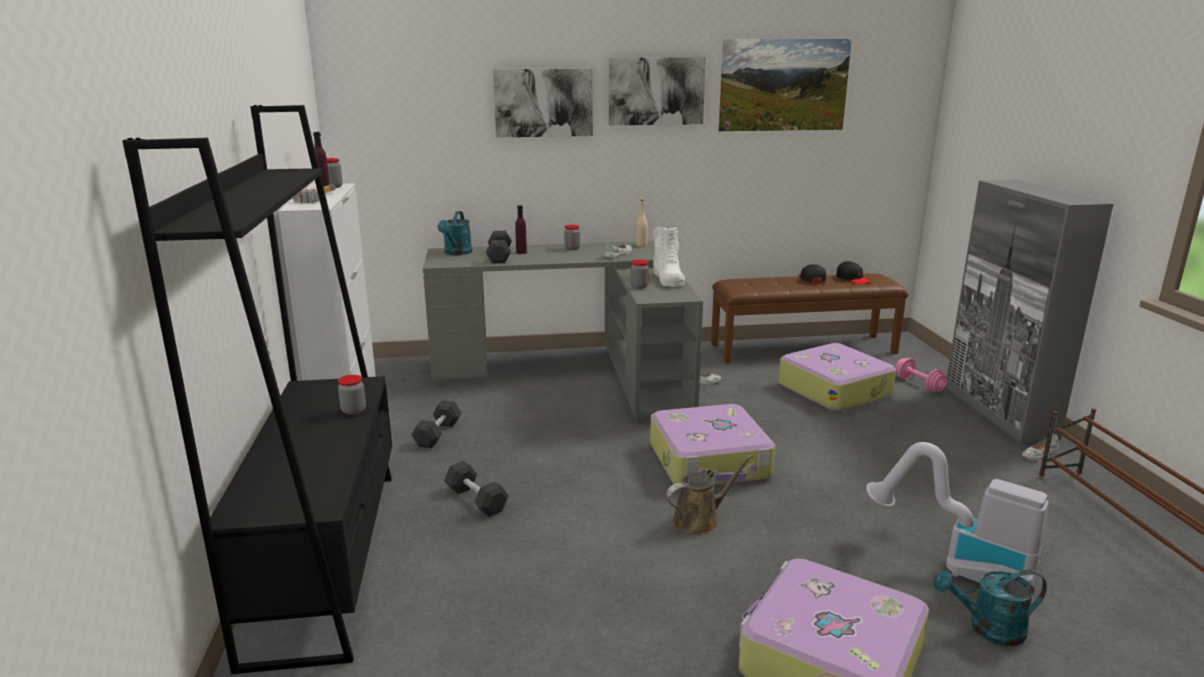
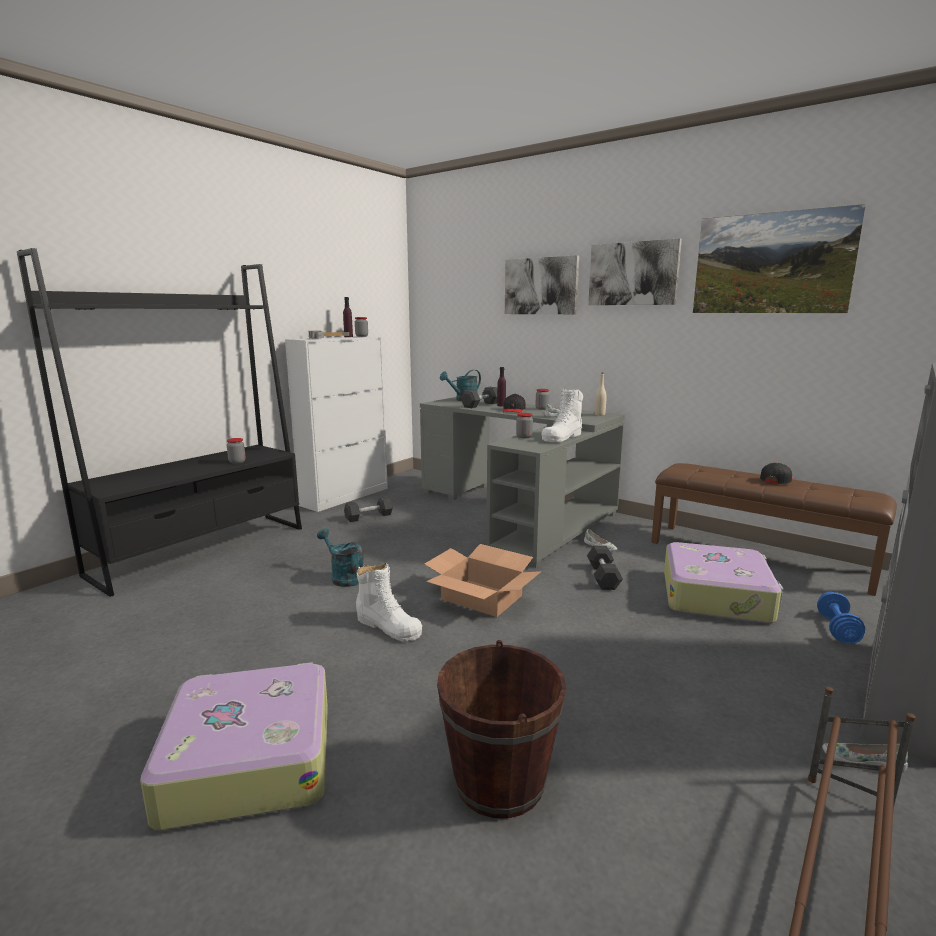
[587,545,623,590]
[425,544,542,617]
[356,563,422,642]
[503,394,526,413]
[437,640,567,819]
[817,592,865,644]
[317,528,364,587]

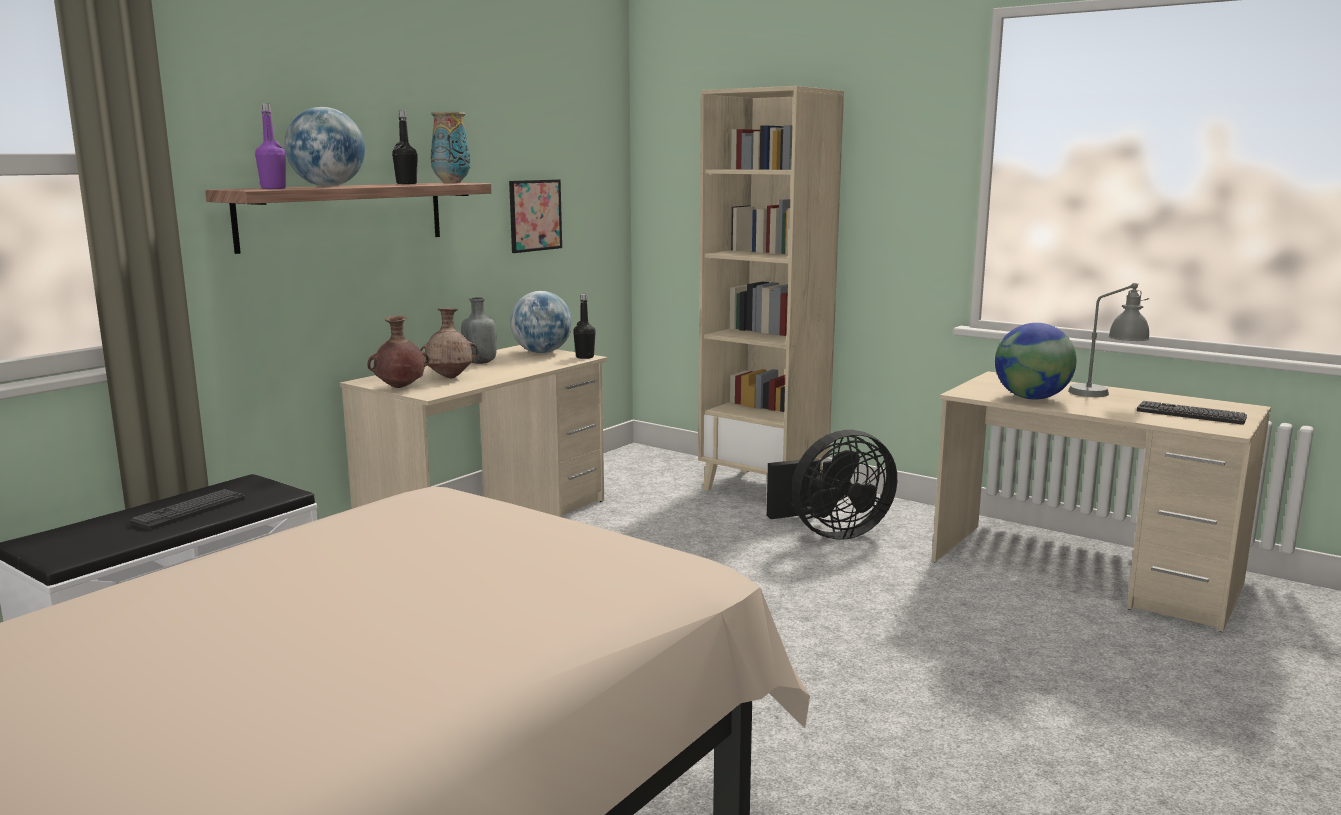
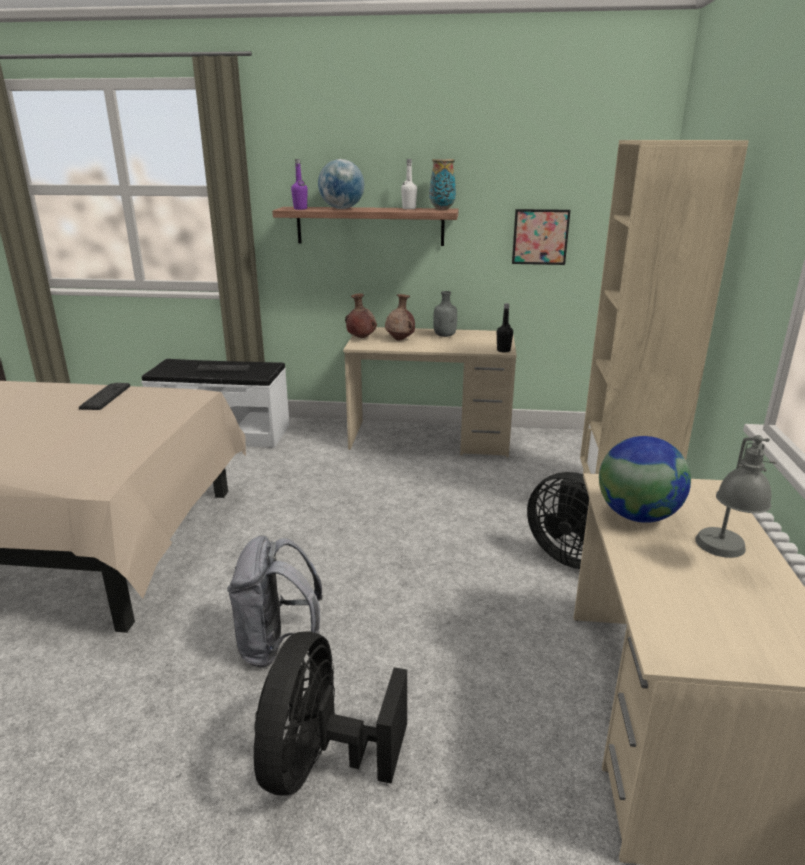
[401,159,417,209]
[510,291,572,353] (first image)
[79,383,130,410]
[227,535,323,668]
[254,631,407,796]

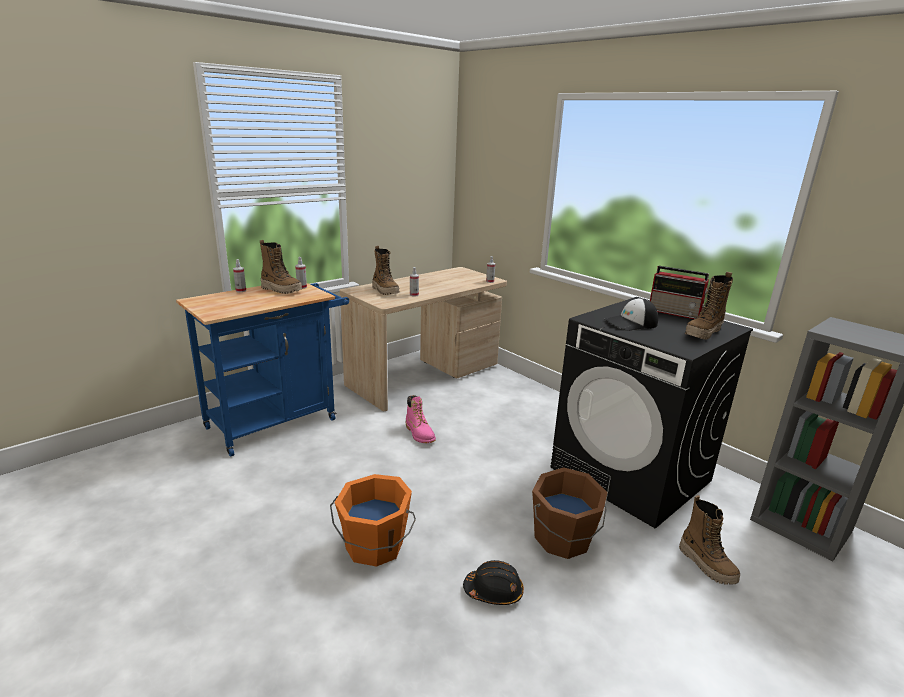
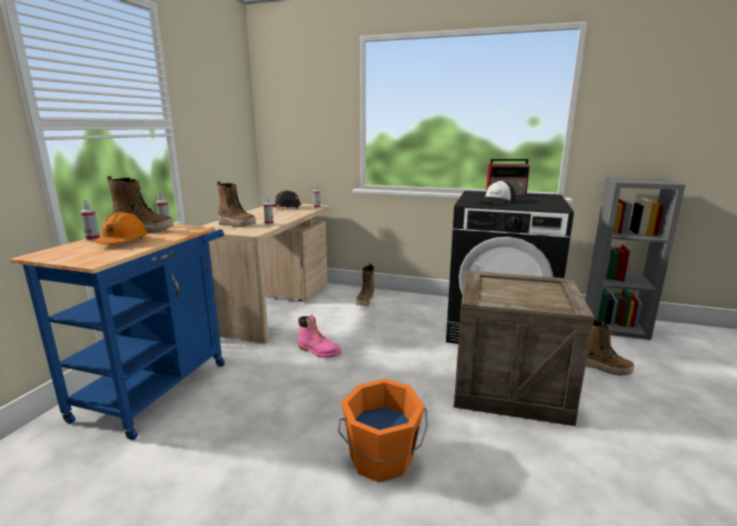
[272,191,302,208]
[453,270,594,426]
[356,263,374,306]
[96,212,148,244]

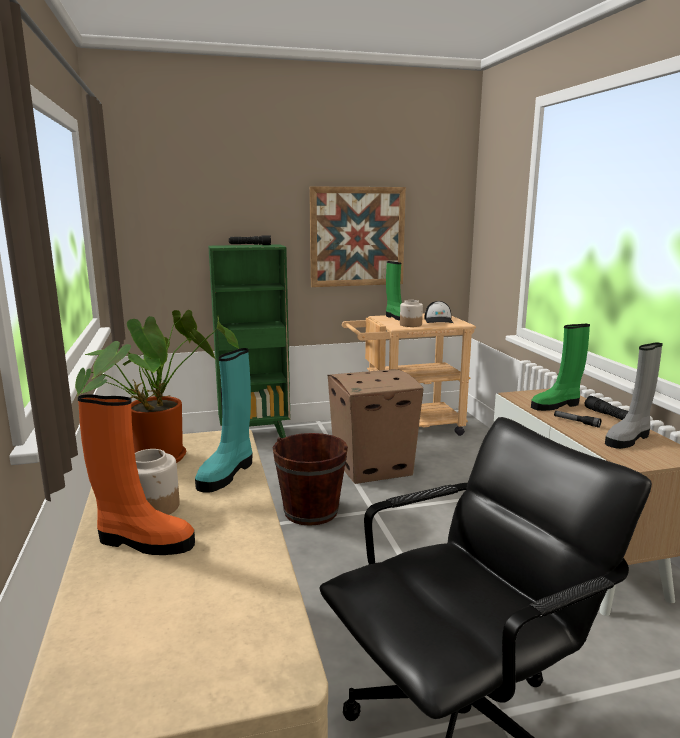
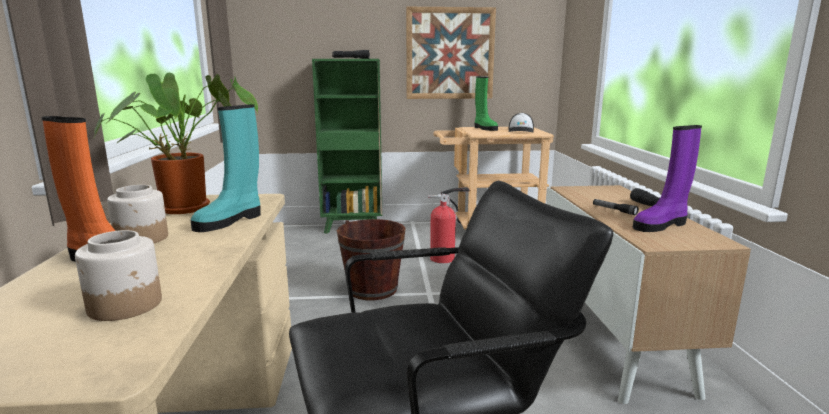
[428,187,470,263]
[75,230,162,321]
[531,324,590,411] (first image)
[633,125,702,232]

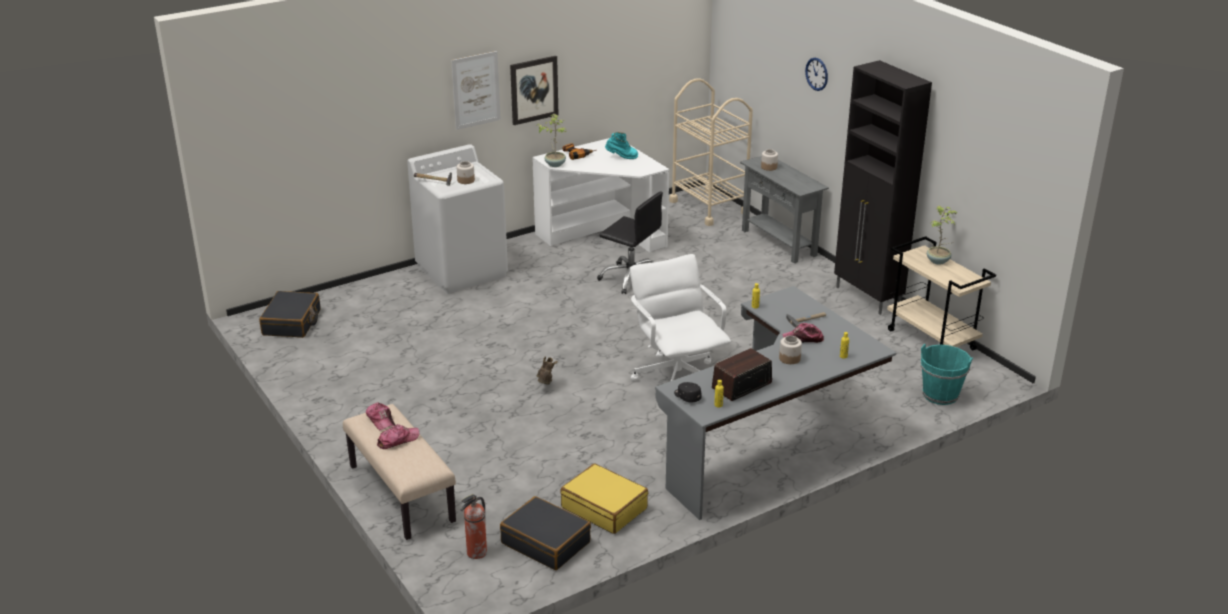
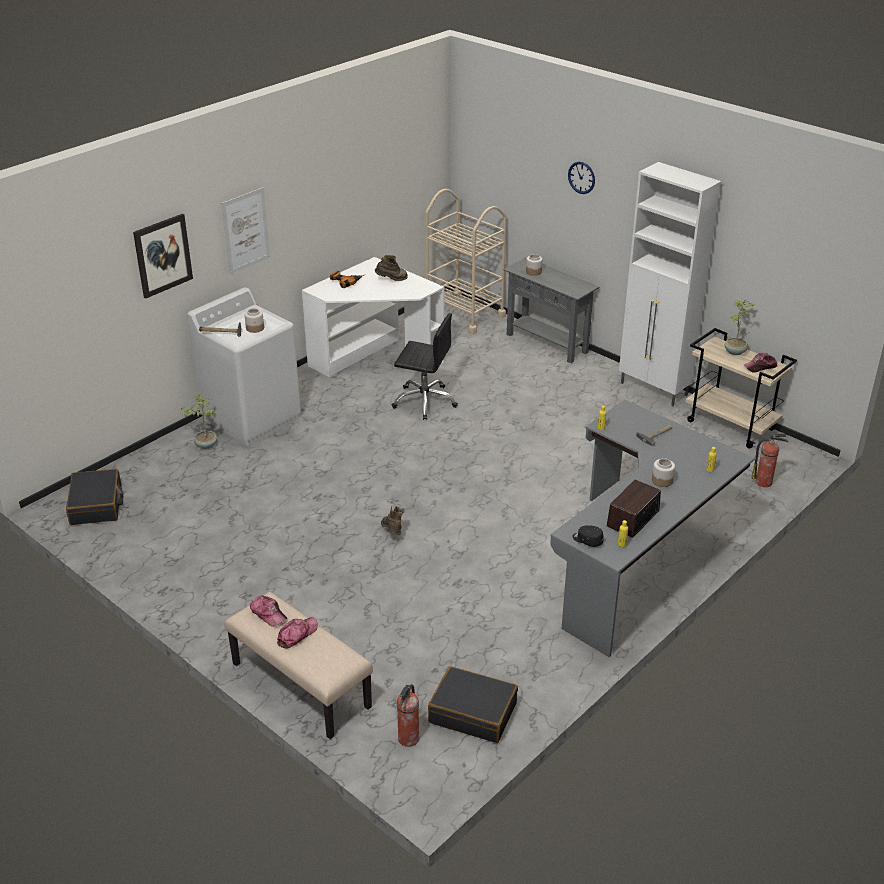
[133,214,193,299]
[181,394,217,449]
[560,464,648,534] (first image)
[375,255,408,281]
[630,254,731,381] (first image)
[744,353,777,373]
[619,162,721,406]
[752,434,788,487]

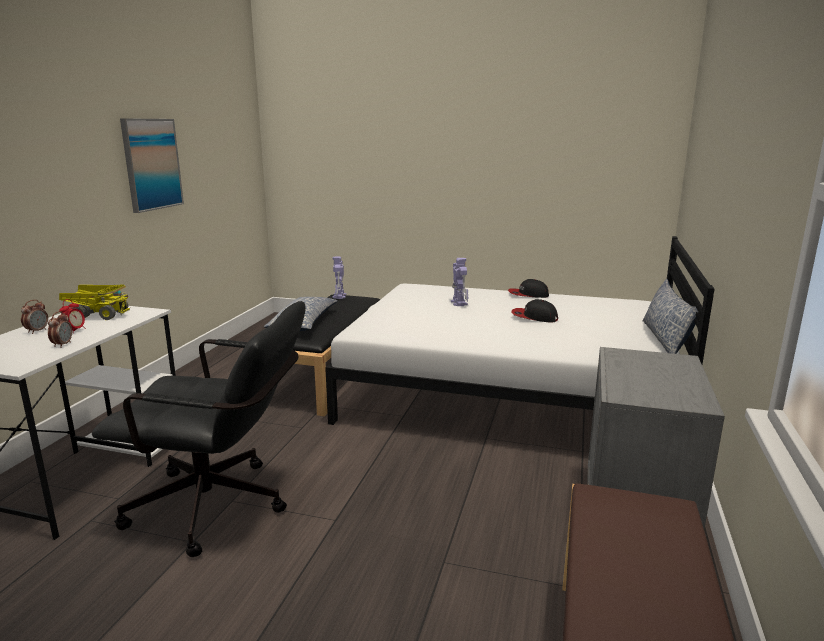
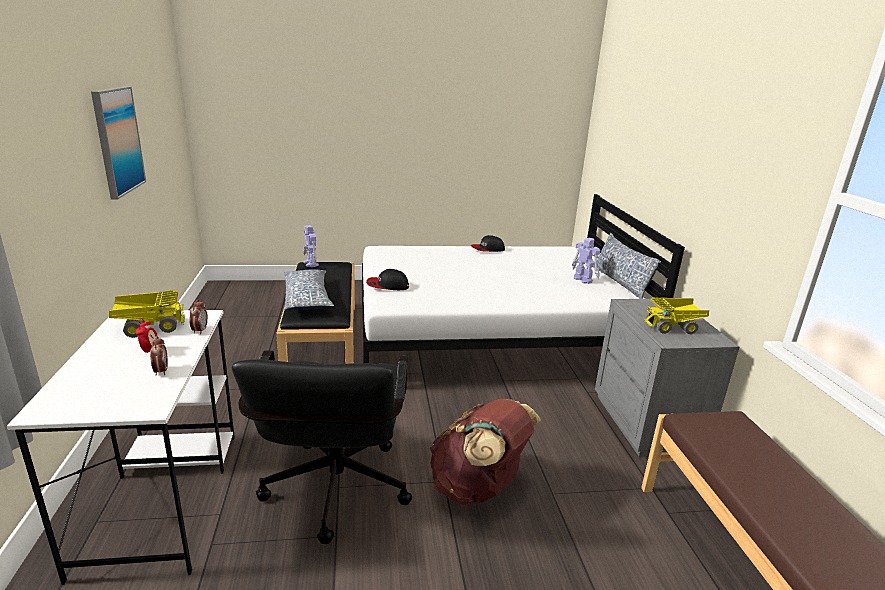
[189,299,208,334]
[232,350,412,544]
[572,238,600,284]
[366,269,409,290]
[430,399,541,504]
[644,297,709,335]

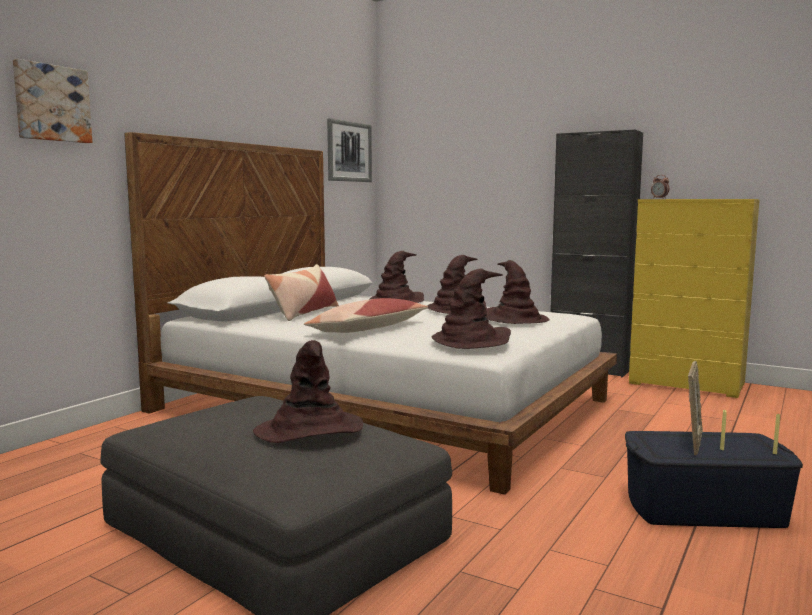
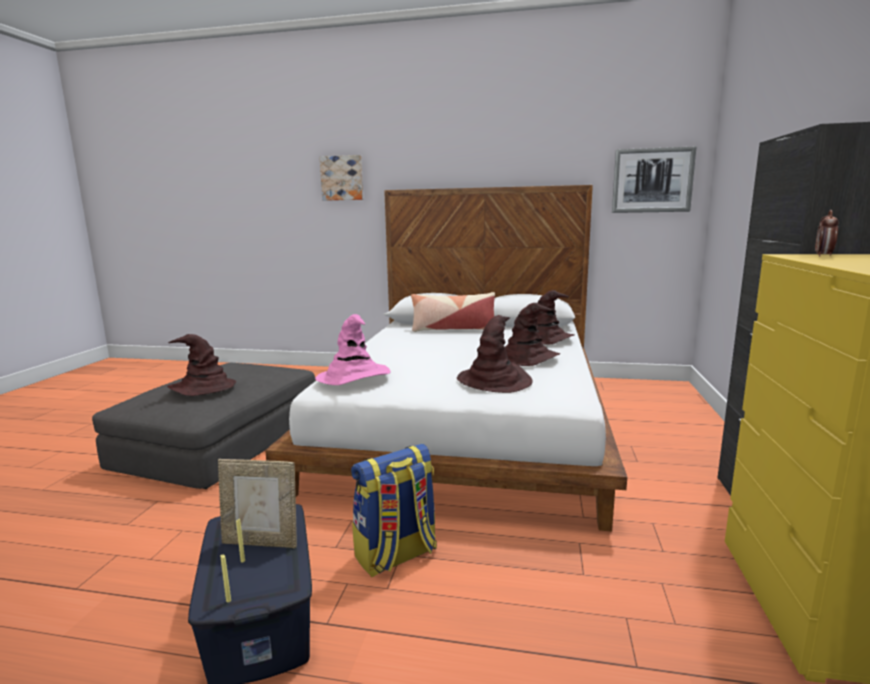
[304,298,428,333] (first image)
[315,314,390,385]
[351,444,437,577]

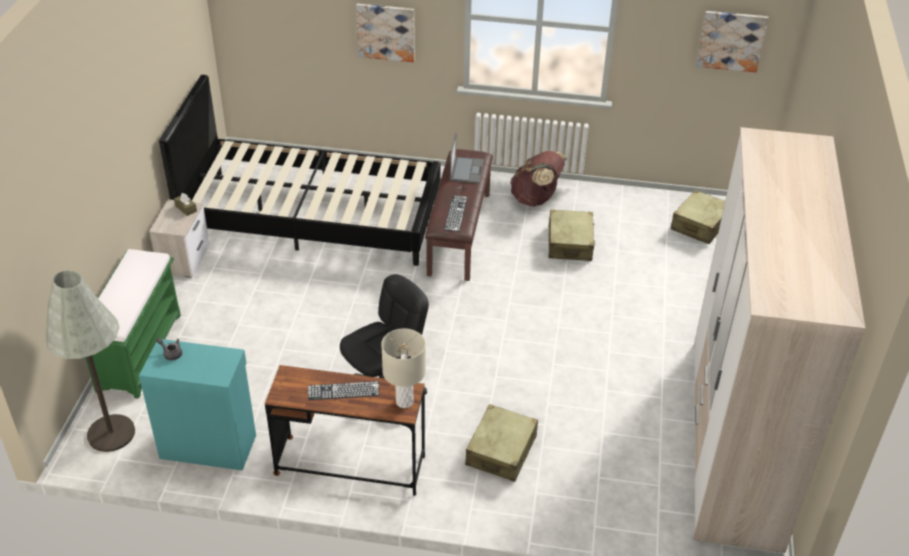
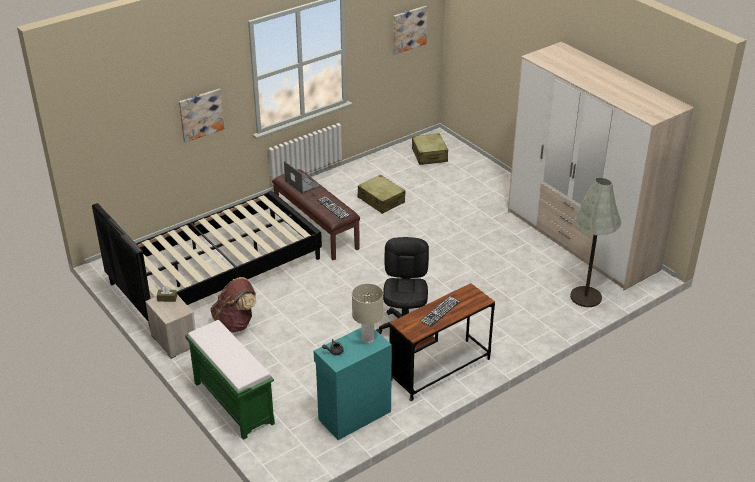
[570,178,621,307]
[352,283,383,343]
[465,404,538,482] (first image)
[211,277,256,333]

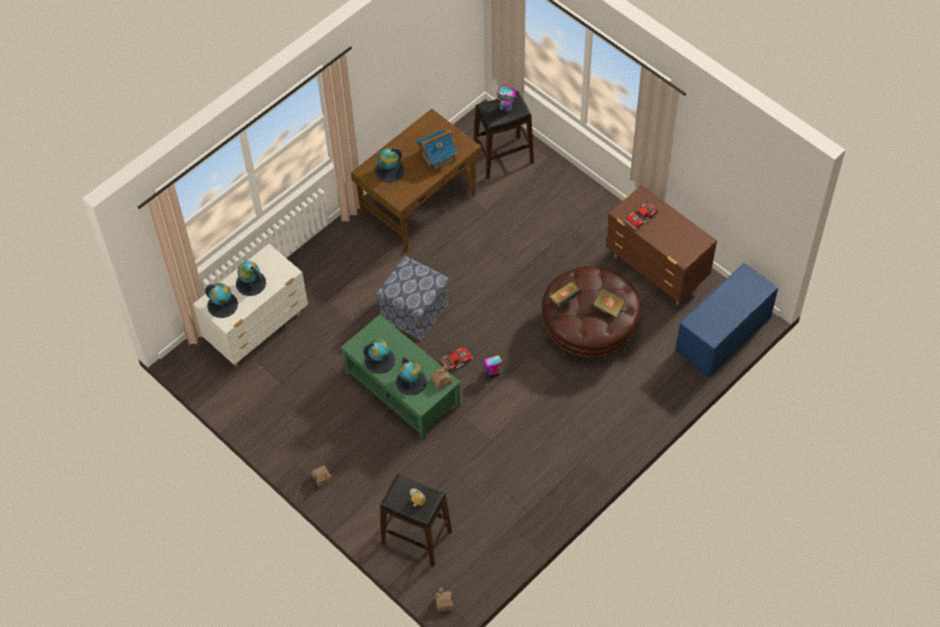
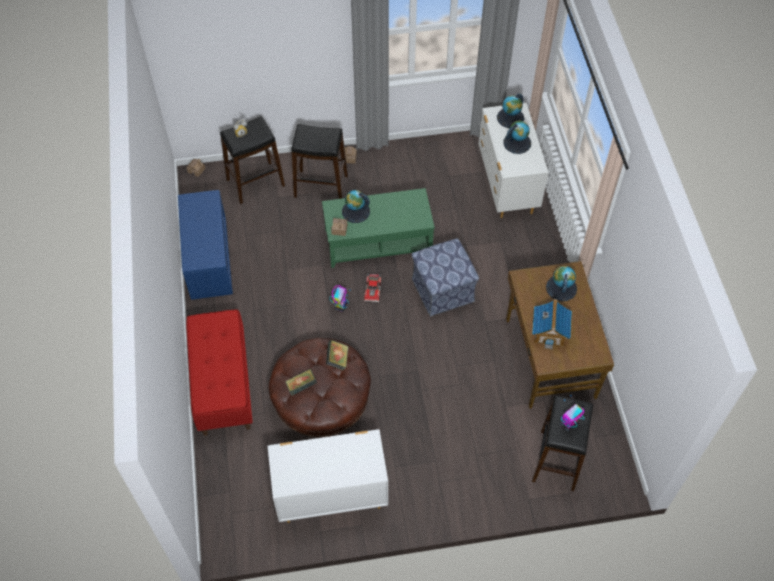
[363,339,395,374] (first image)
[267,429,388,523]
[625,200,658,230] (first image)
[178,190,233,300]
[186,309,253,436]
[291,124,348,199]

